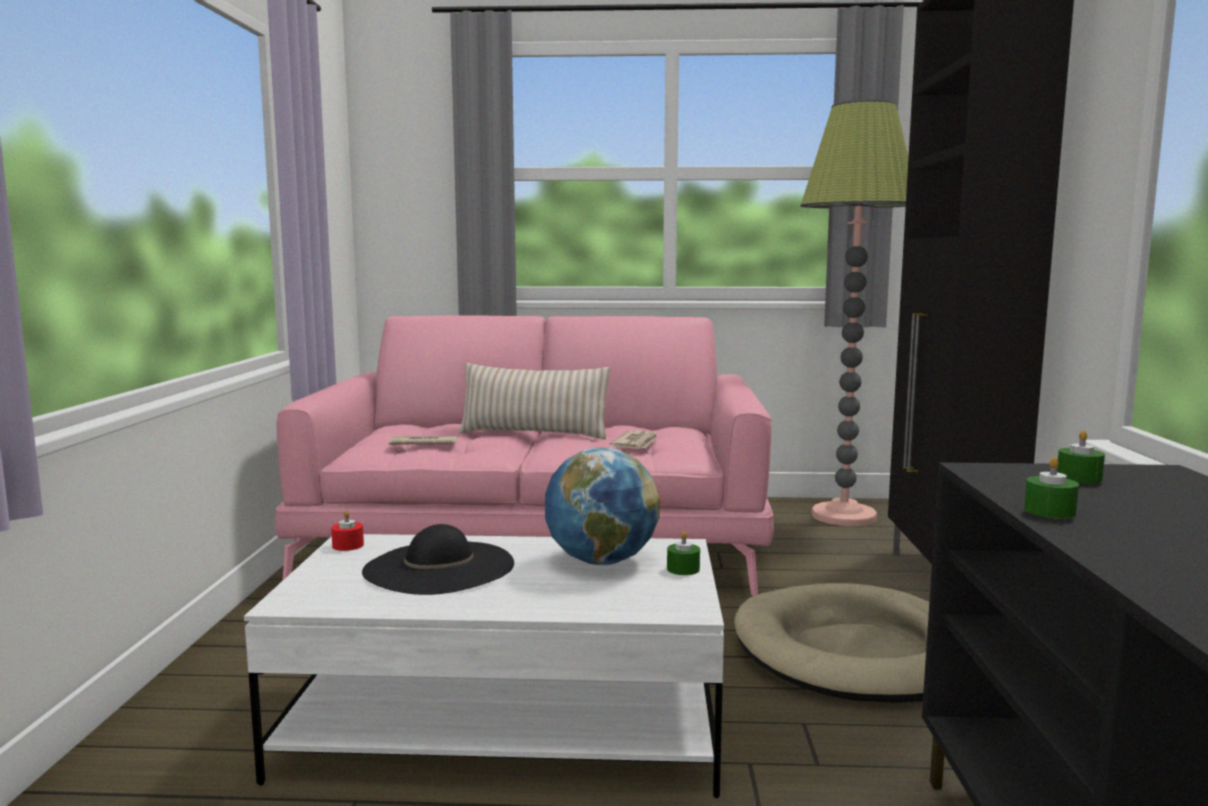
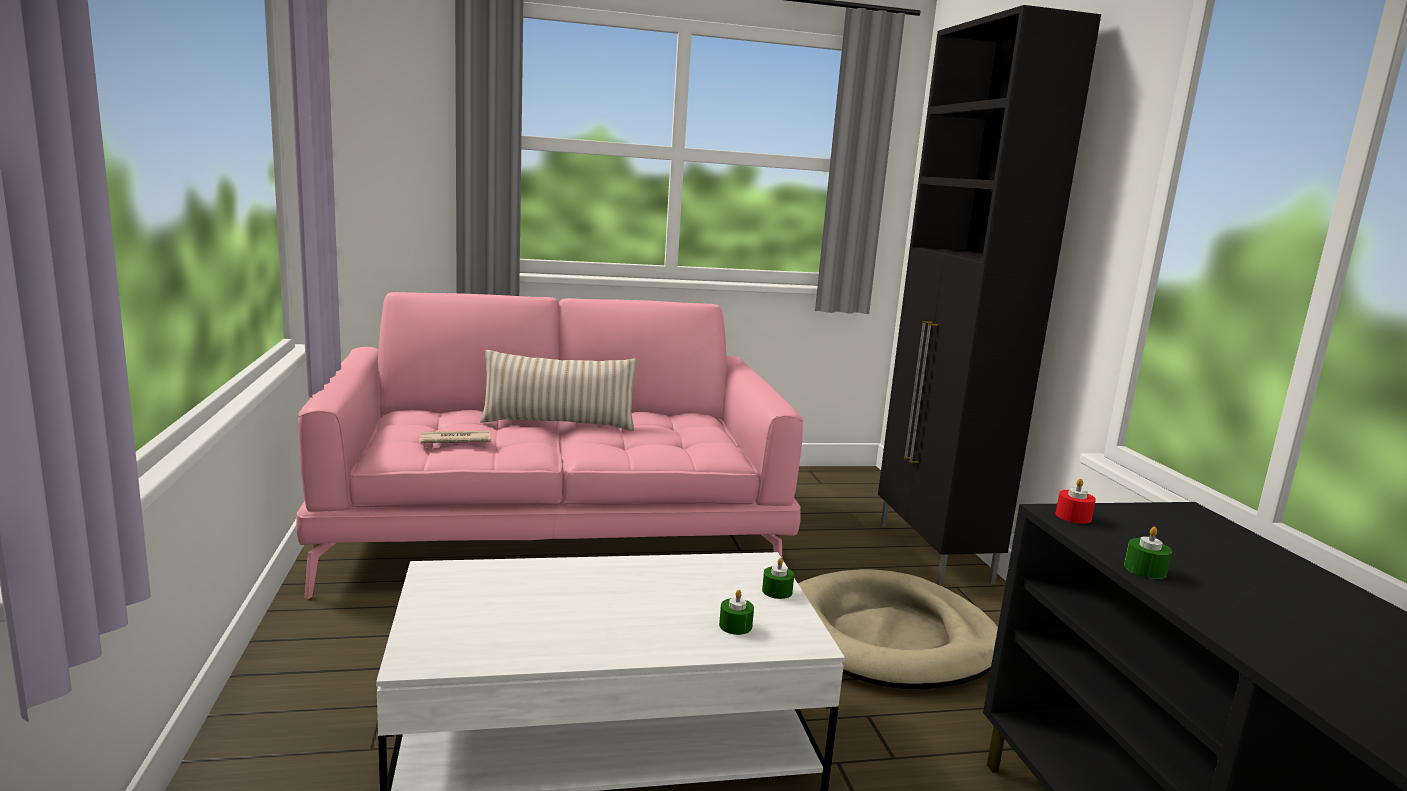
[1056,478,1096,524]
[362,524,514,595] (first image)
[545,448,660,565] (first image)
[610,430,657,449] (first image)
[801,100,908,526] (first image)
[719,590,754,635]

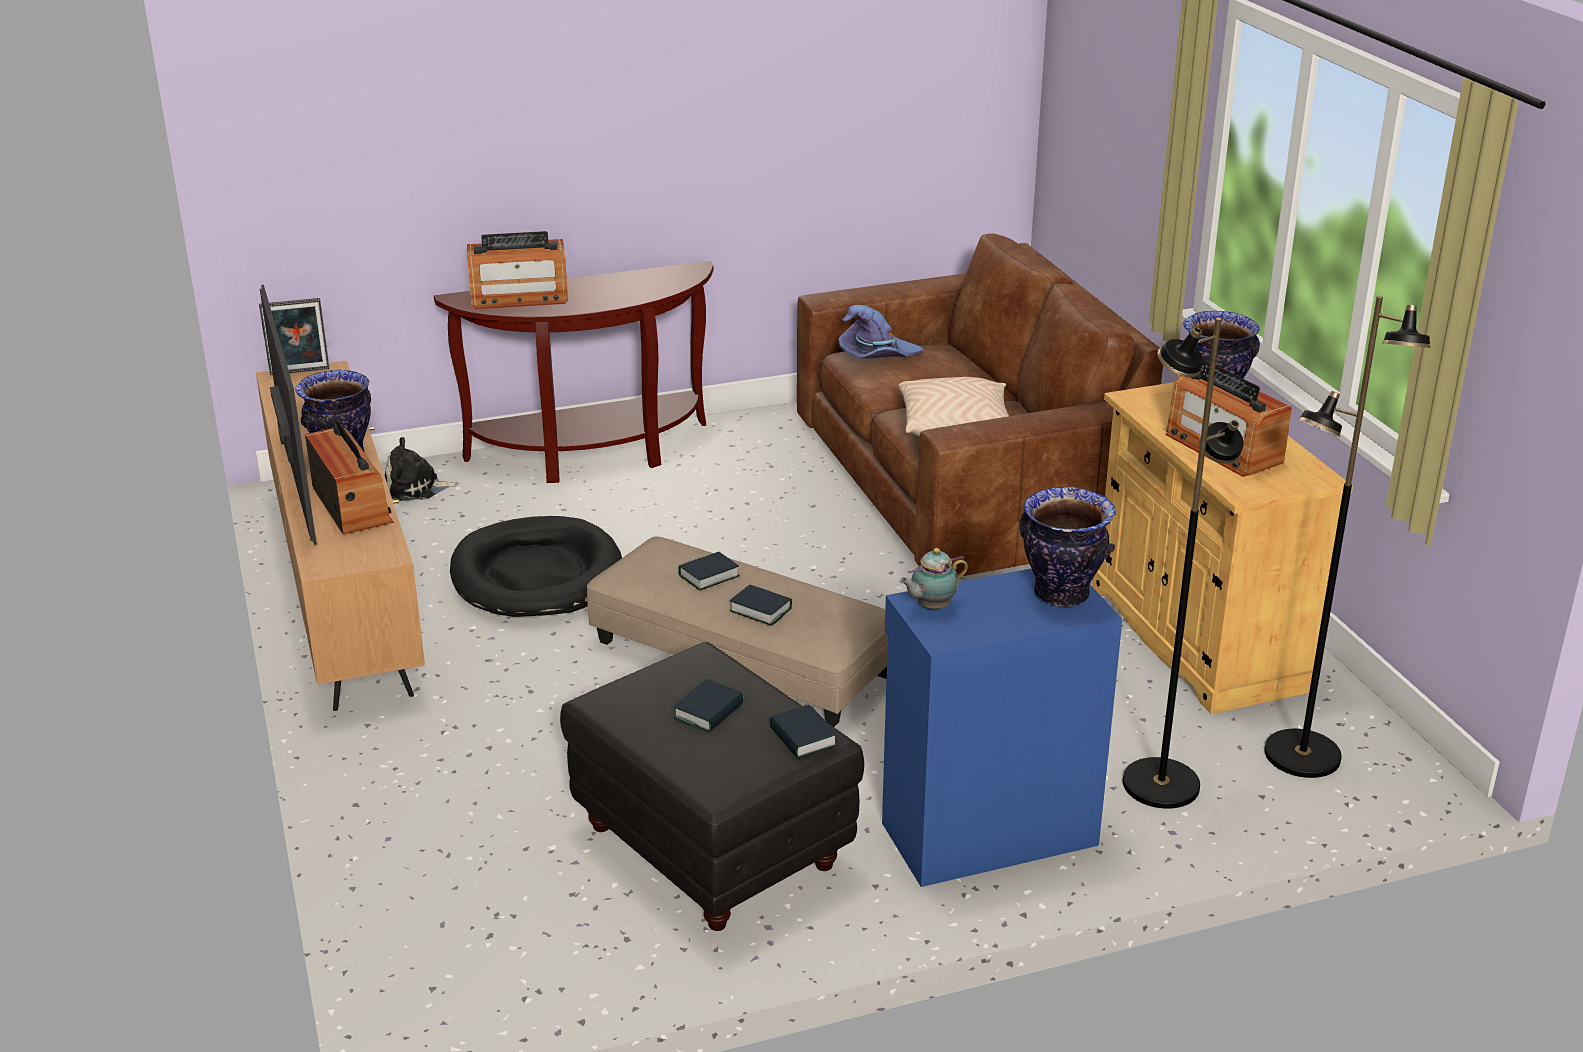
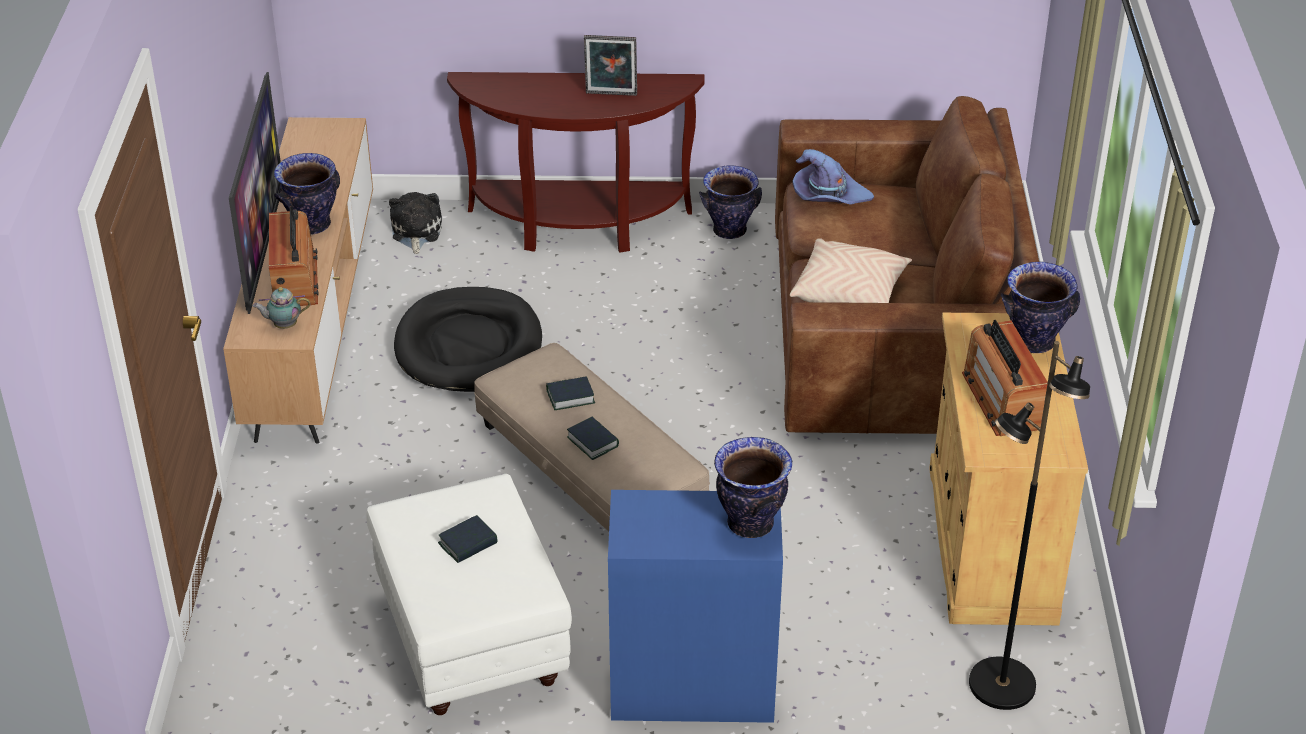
[584,35,637,96]
[389,192,442,254]
[467,231,568,309] (first image)
[366,474,572,715]
[770,705,837,759] (first image)
[253,287,311,329]
[1123,317,1244,809] (first image)
[699,165,762,239]

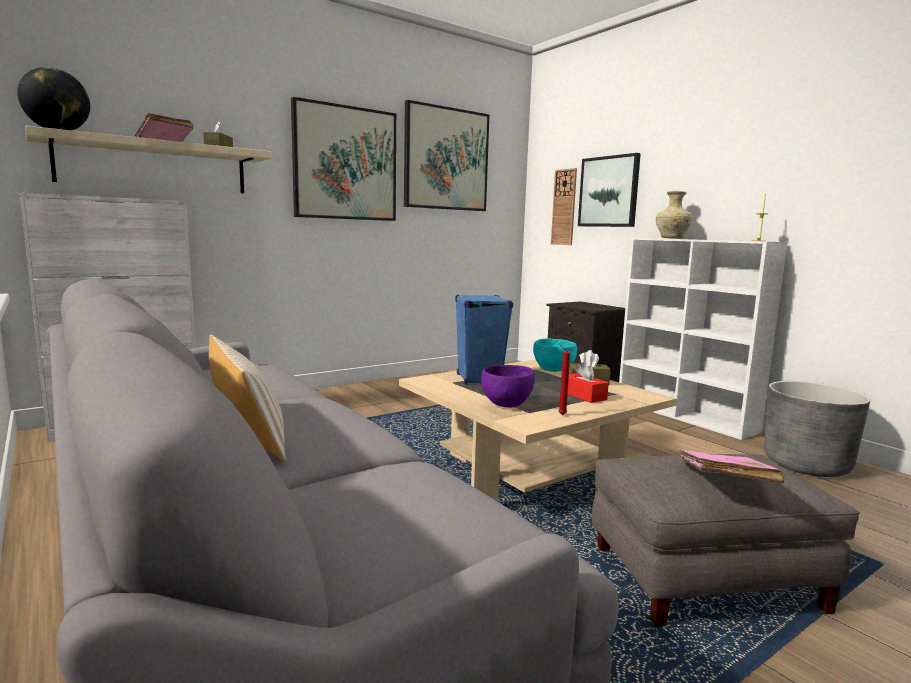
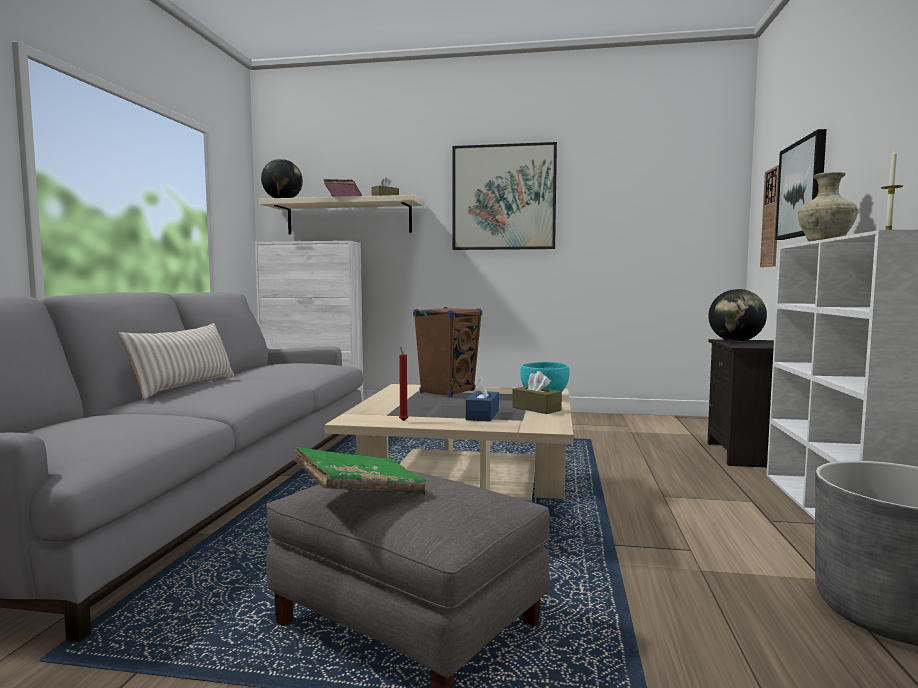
[404,100,489,211] (first image)
[413,307,482,397]
[481,365,535,408] (first image)
[466,376,499,422]
[294,447,426,495]
[708,289,767,342]

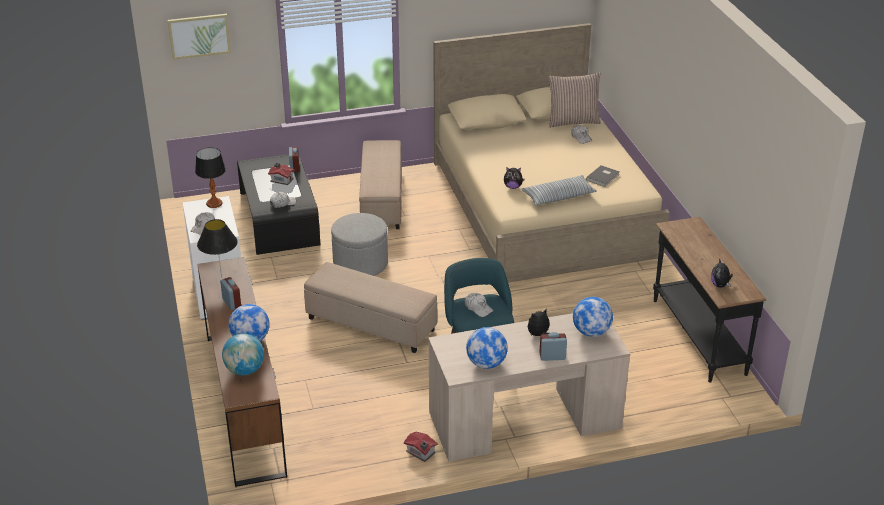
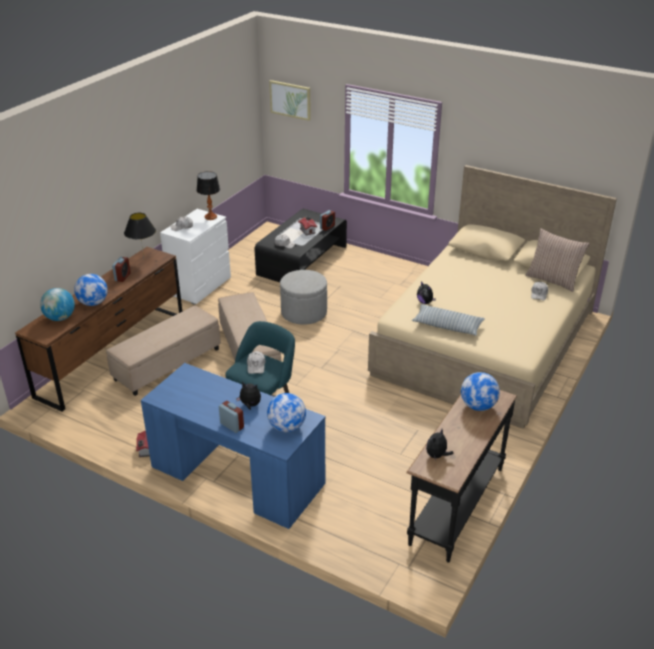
[106,305,221,396]
[141,363,326,529]
[461,372,500,411]
[586,165,620,187] (first image)

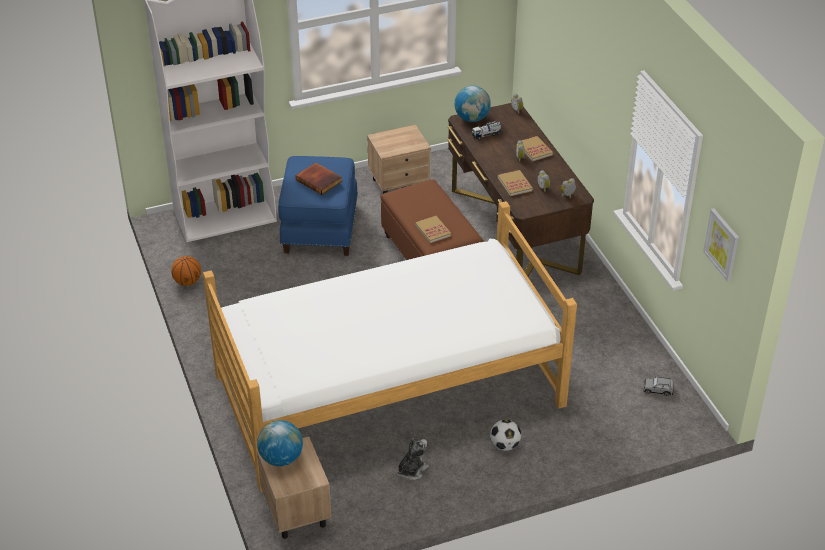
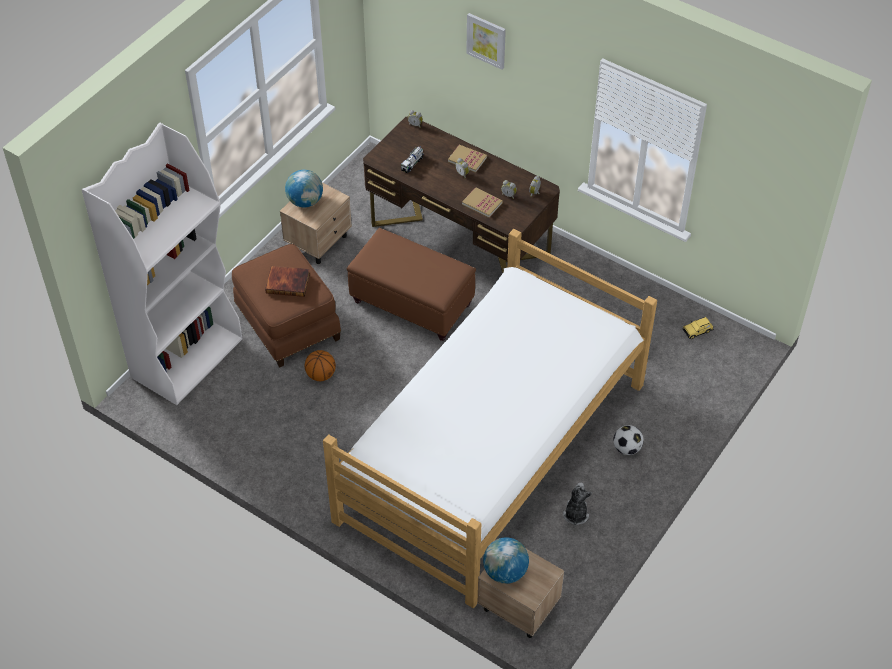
[305,350,336,381]
[232,244,341,368]
[415,216,452,243] (first image)
[285,170,323,208]
[683,317,713,339]
[466,13,506,70]

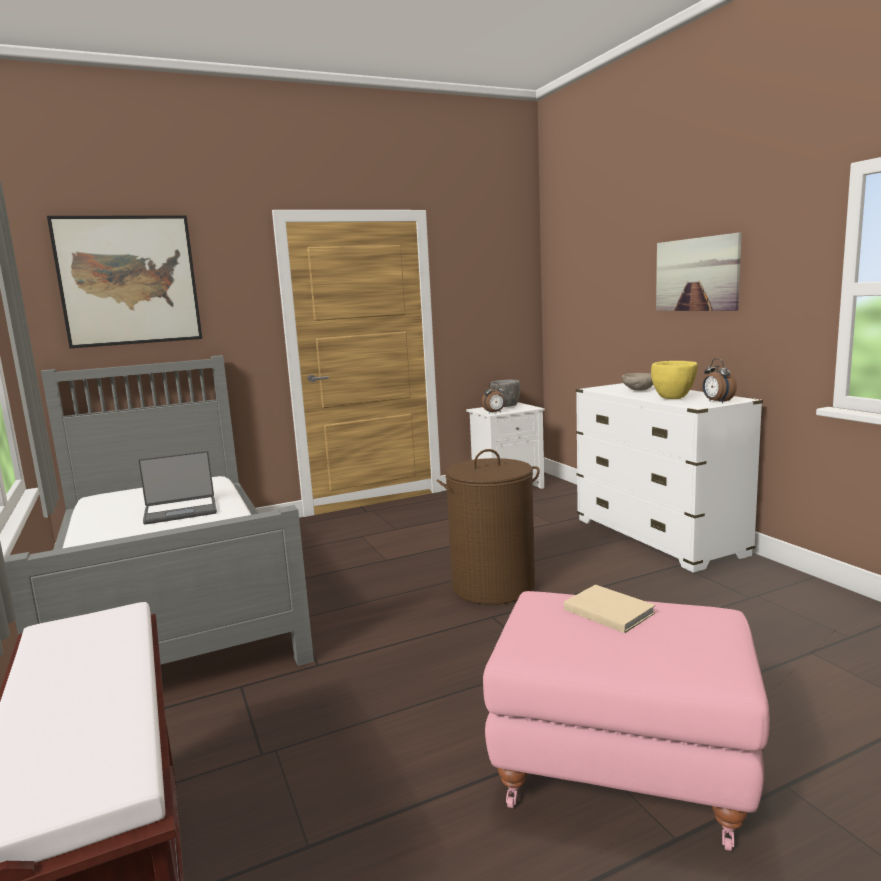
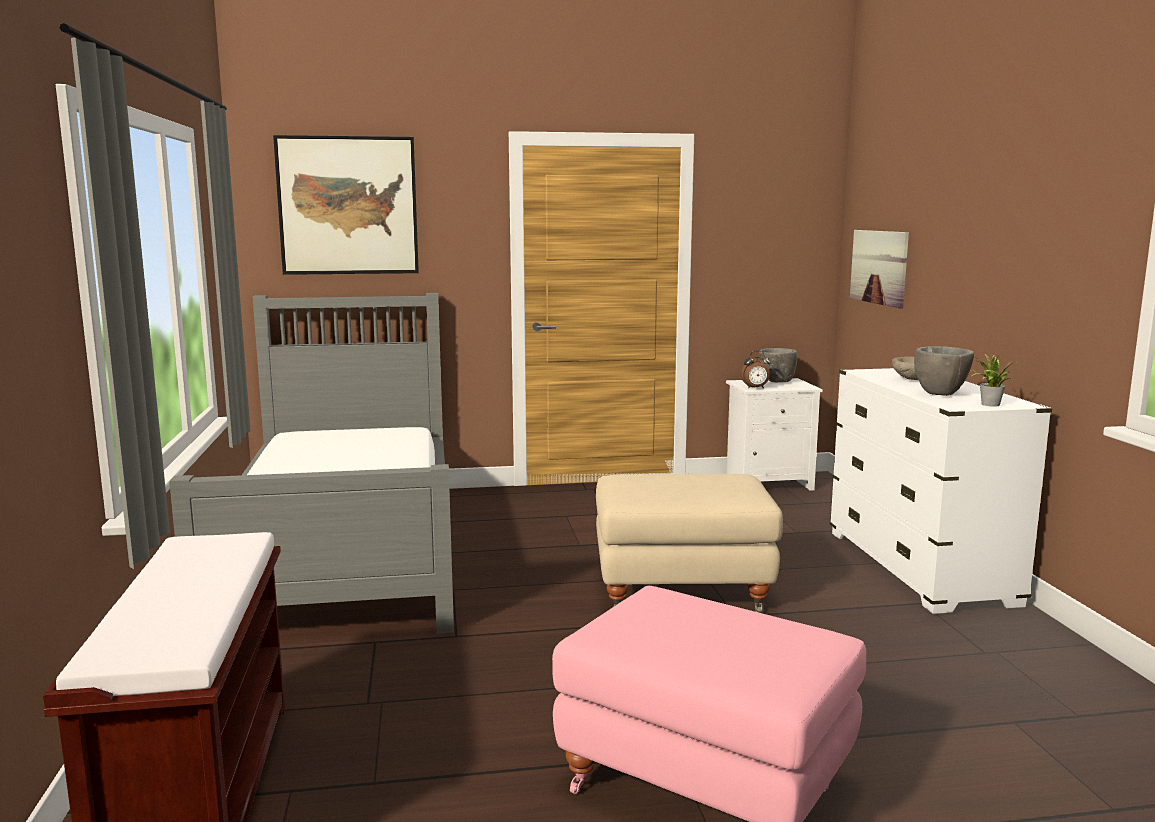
[138,451,217,525] (first image)
[596,474,783,613]
[564,585,655,633] (first image)
[914,346,974,396]
[850,230,909,309]
[970,354,1013,407]

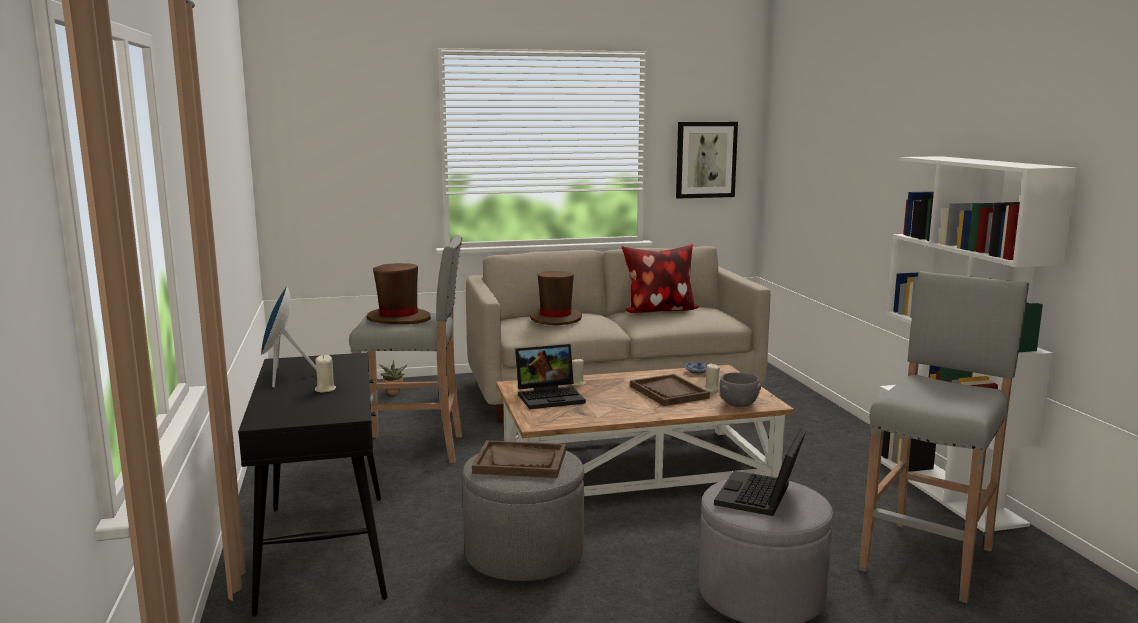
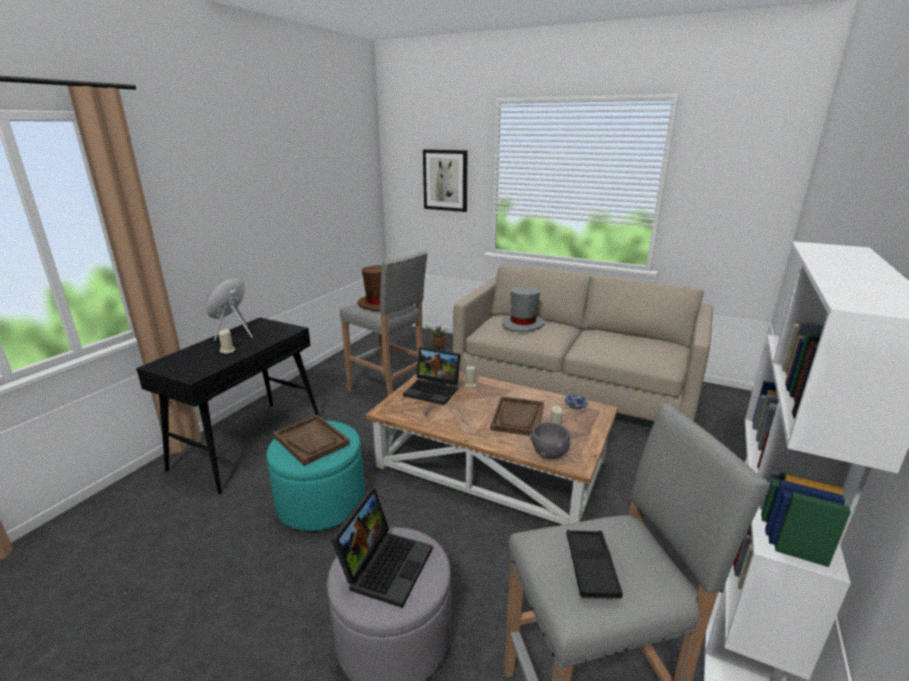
[266,421,365,531]
[502,286,544,332]
[622,244,699,313] (first image)
[423,149,468,212]
[331,488,433,608]
[567,530,623,598]

